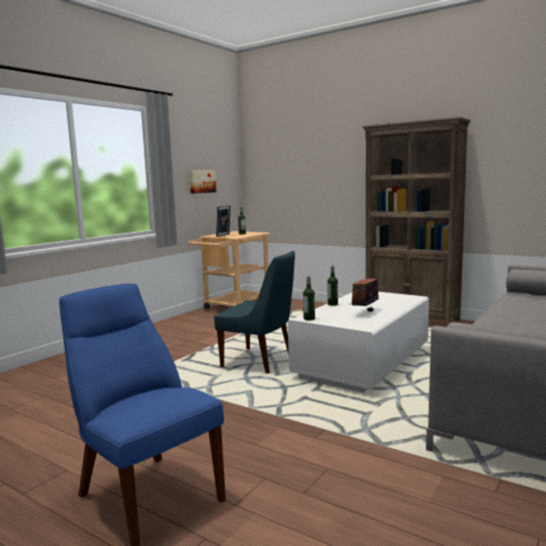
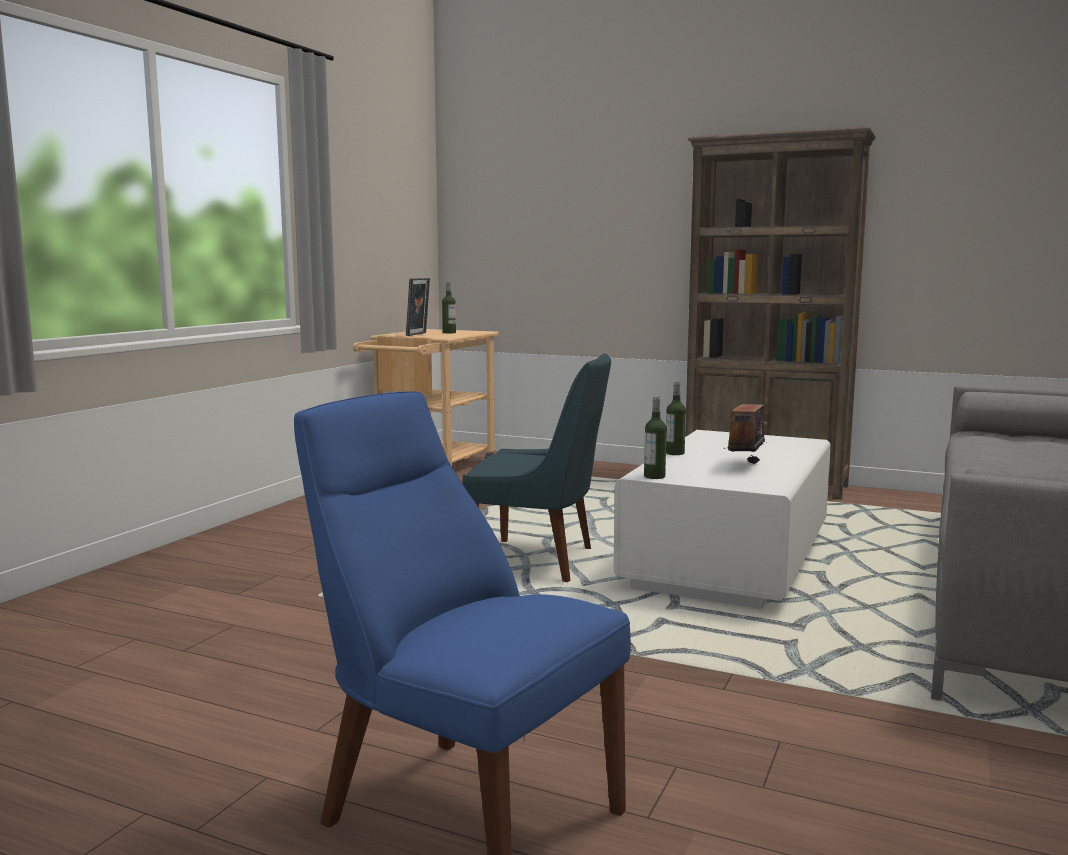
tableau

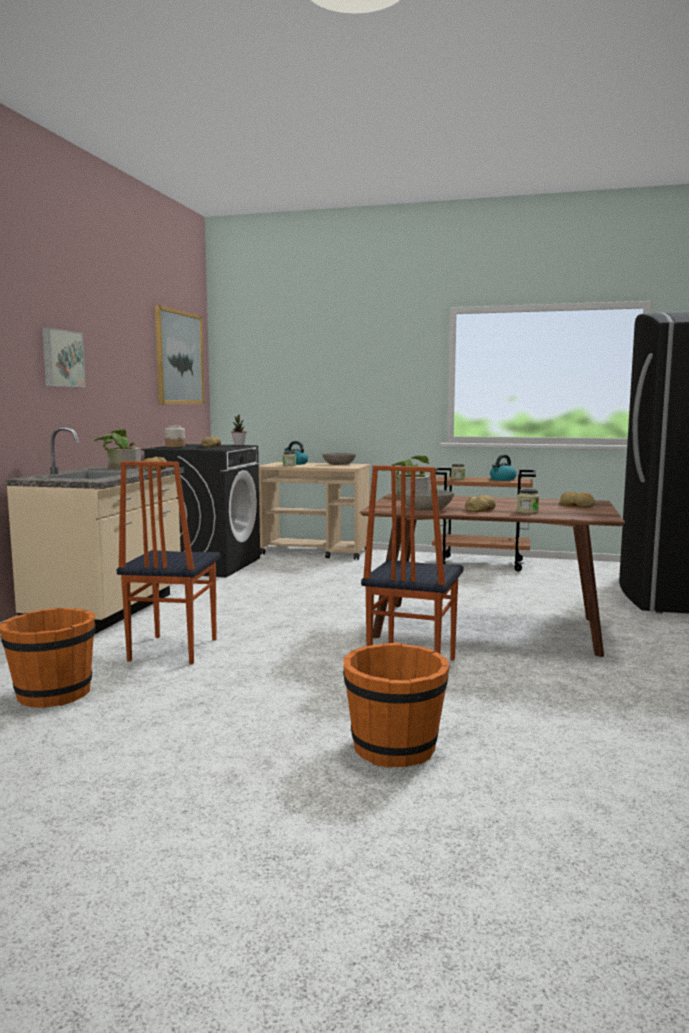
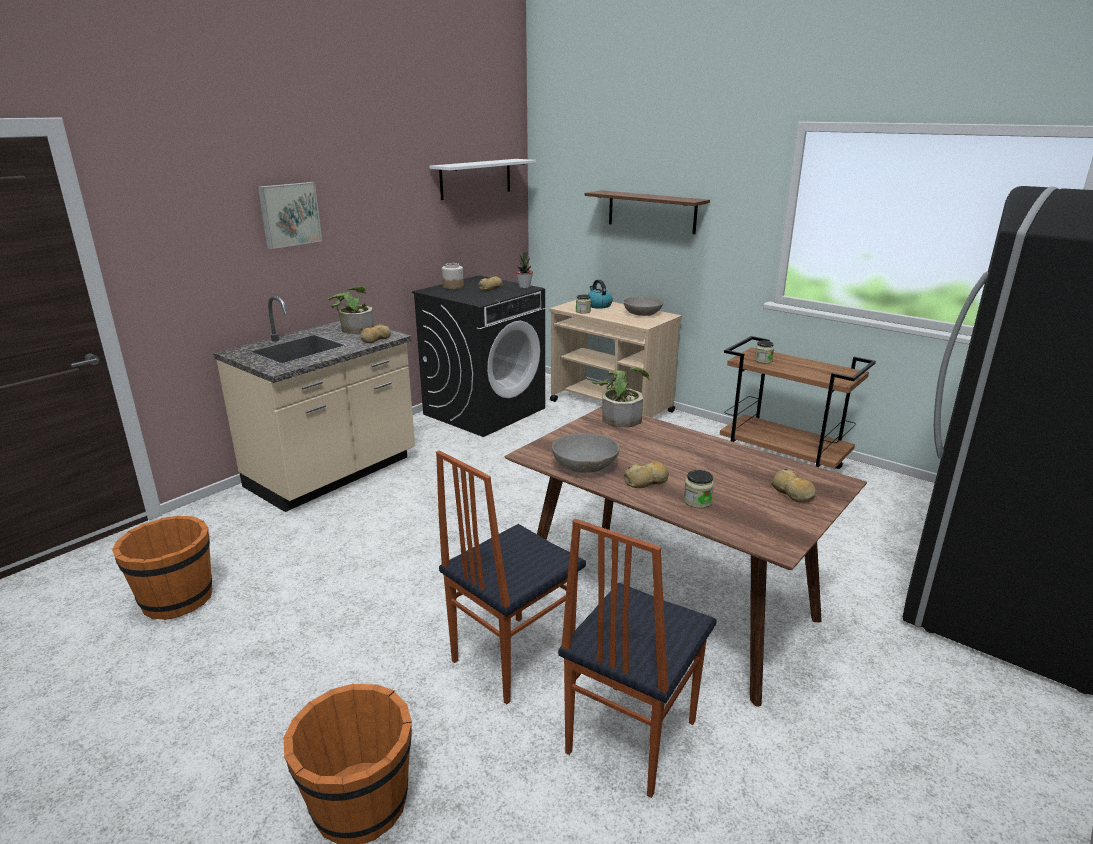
chaise (no. 2 from left)
étagère (blanc)
bouilloire (no. 2 from left in the first image)
étagère (marron)

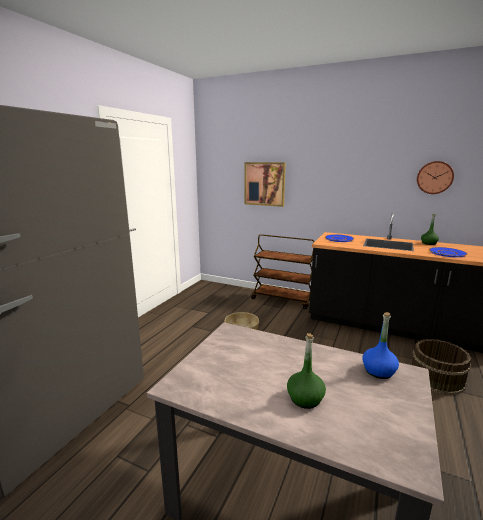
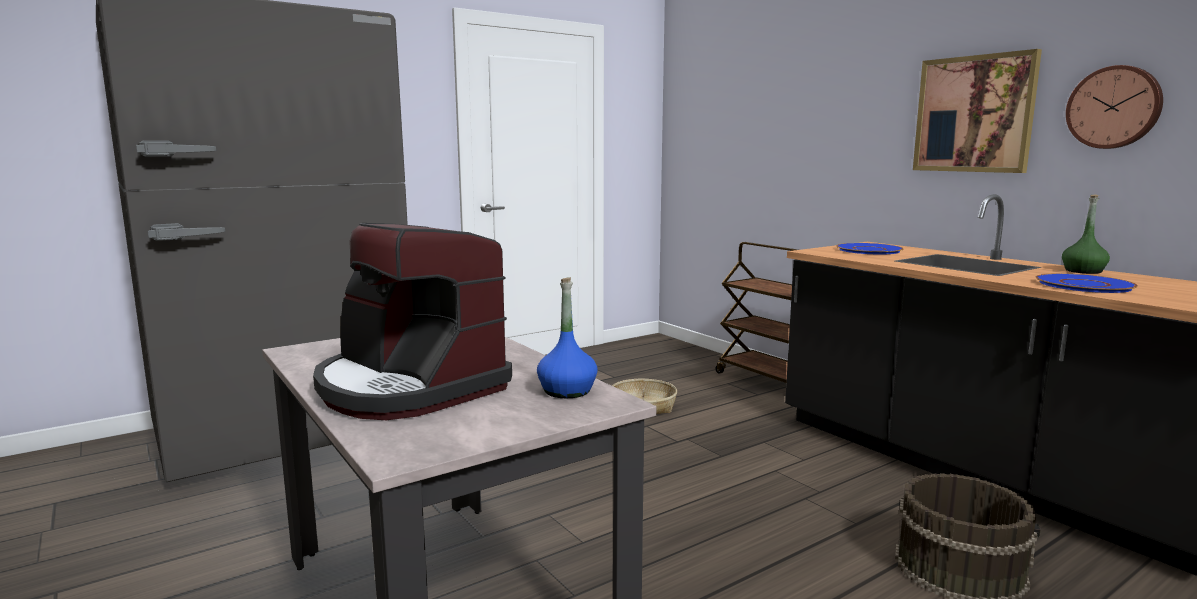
tableau
machine à café

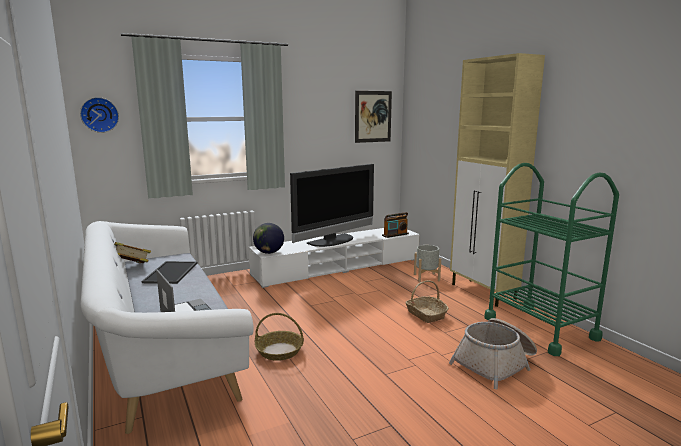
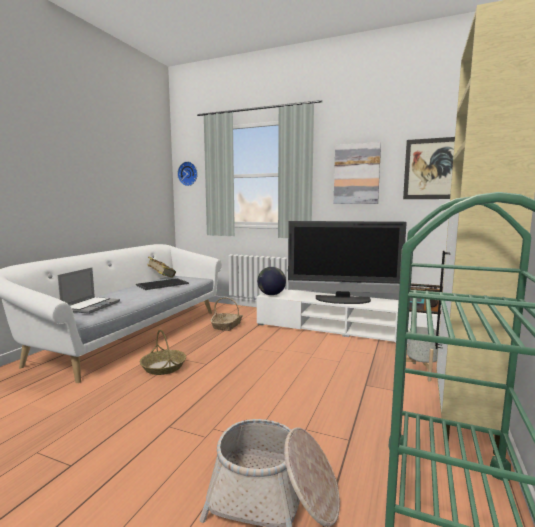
panier (no. 2 from left)
tableau (no. 1 from left)

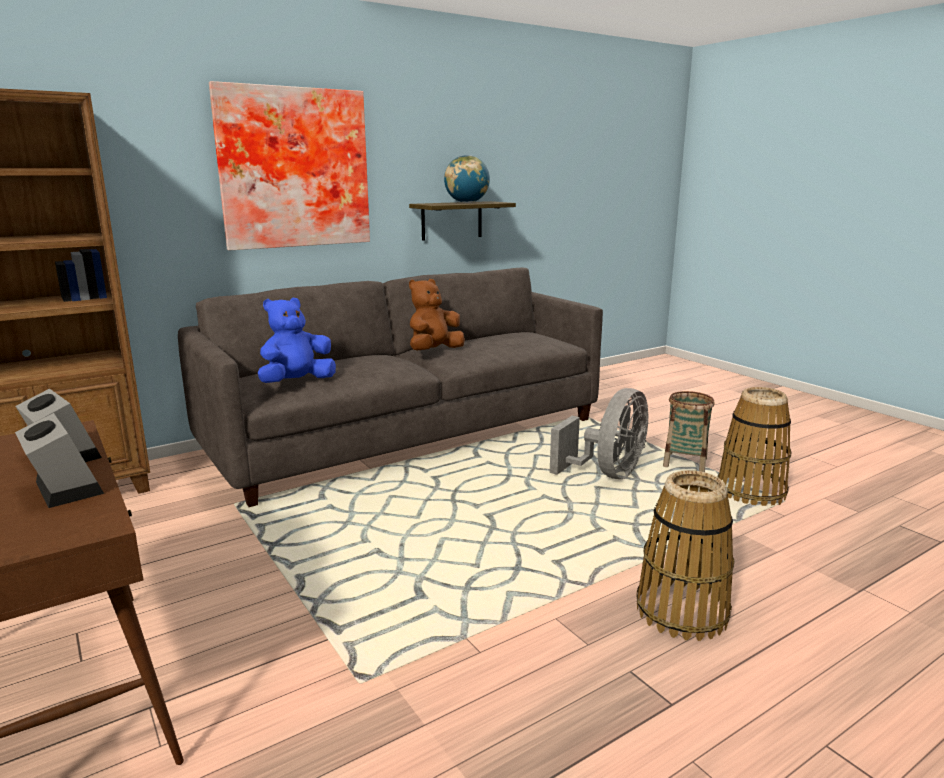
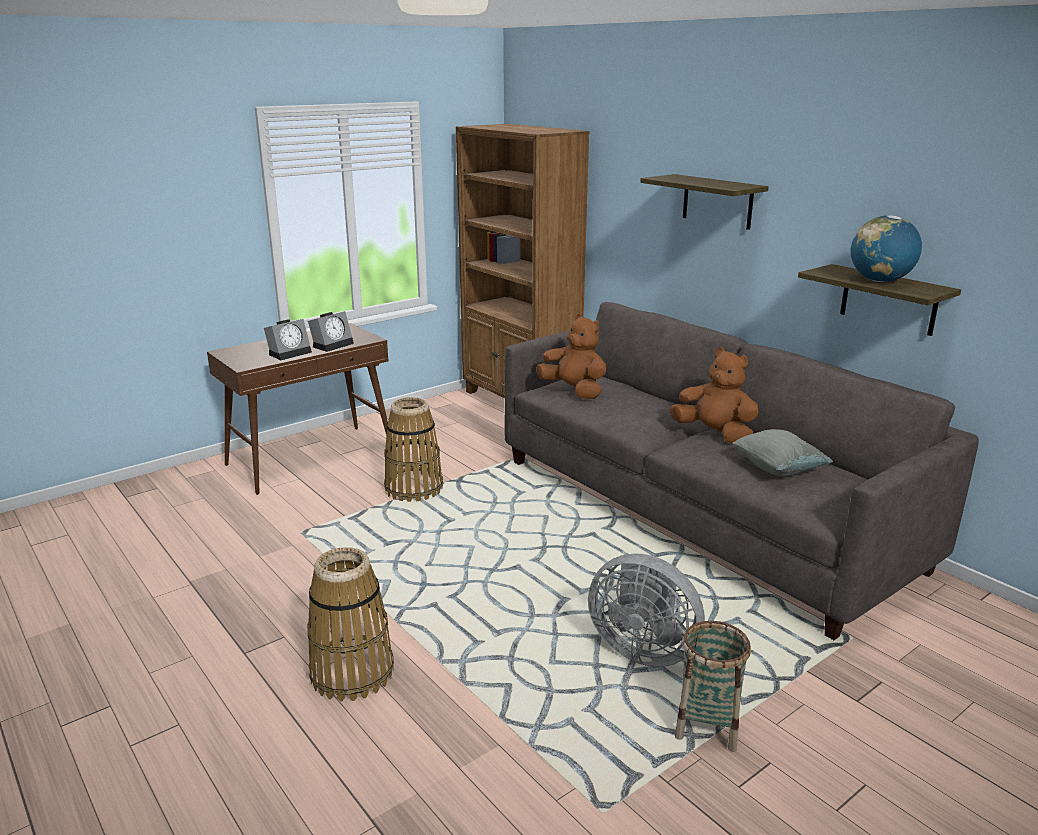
étagère (no. 1 from left)
peluche (marron) (no. 1 from left)
panier (no. 2 from left)
coussin (gris)

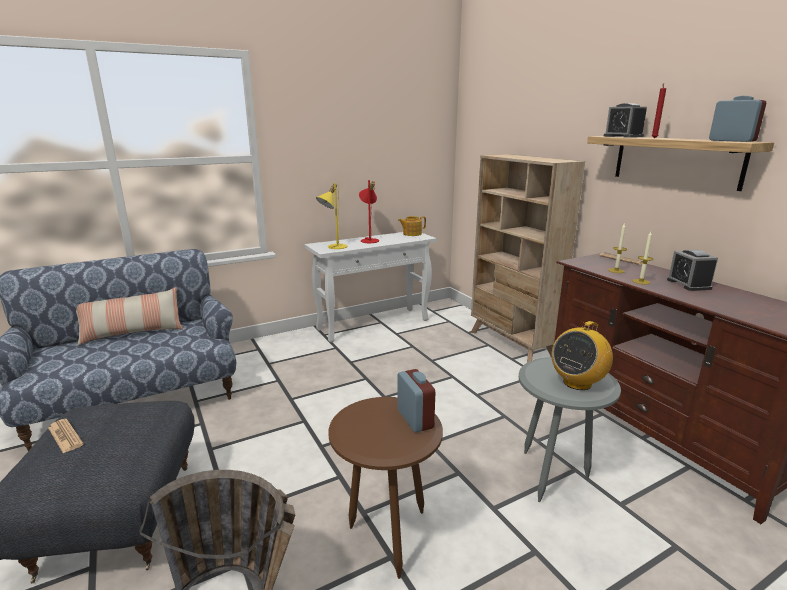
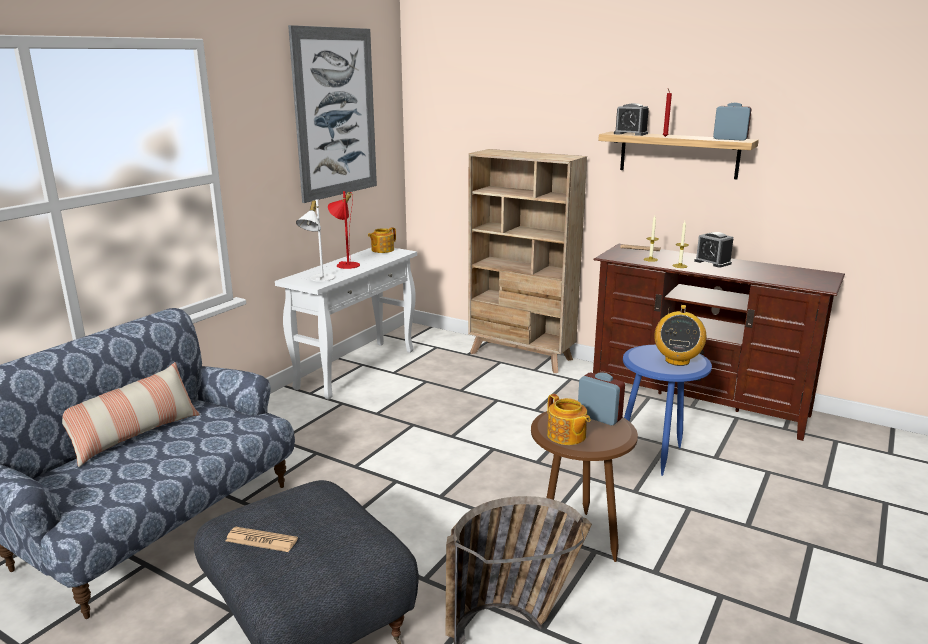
lampe de table (blanc)
table d'appoint (bleu)
tableau
théière (no. 2 from left)

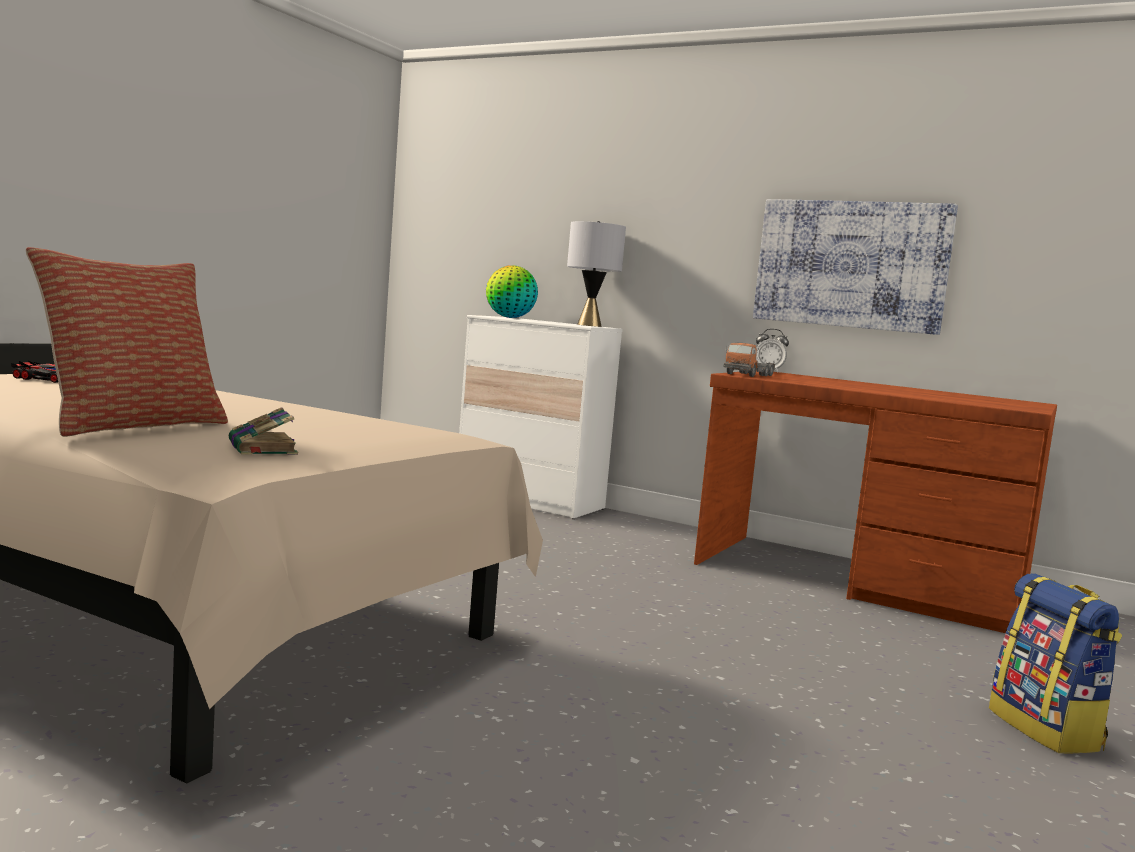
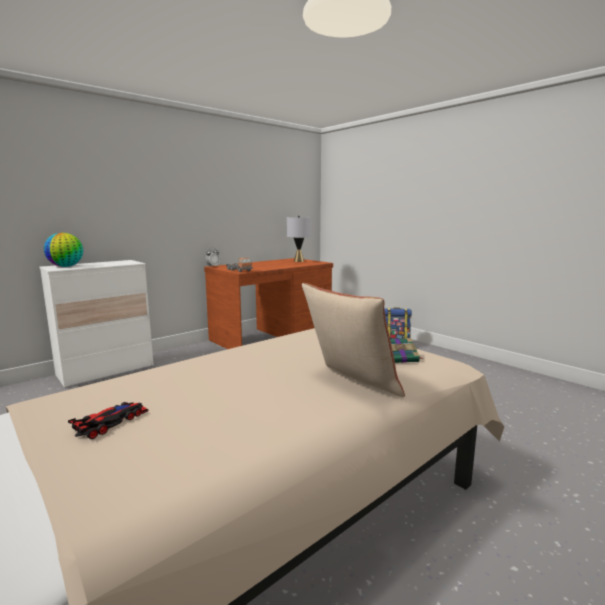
lampe de table (gris)
tableau

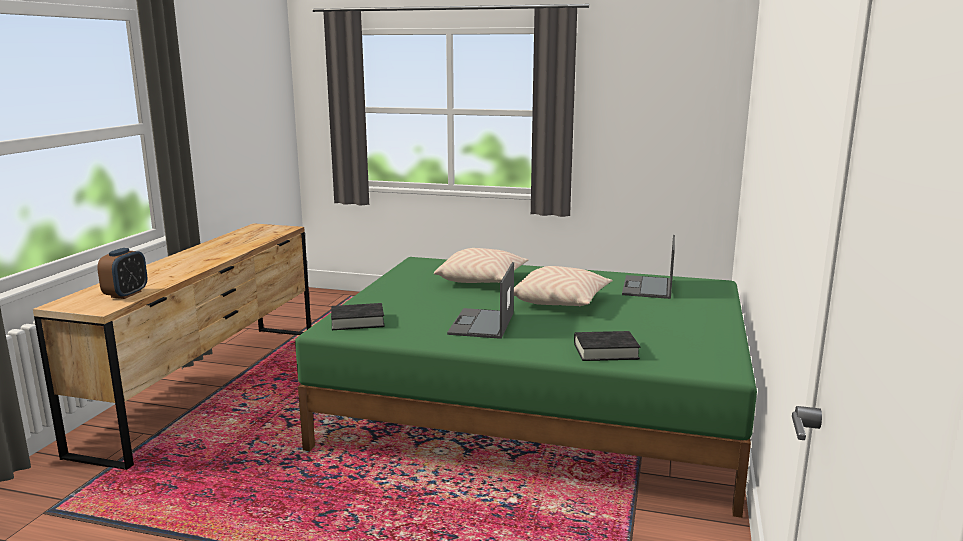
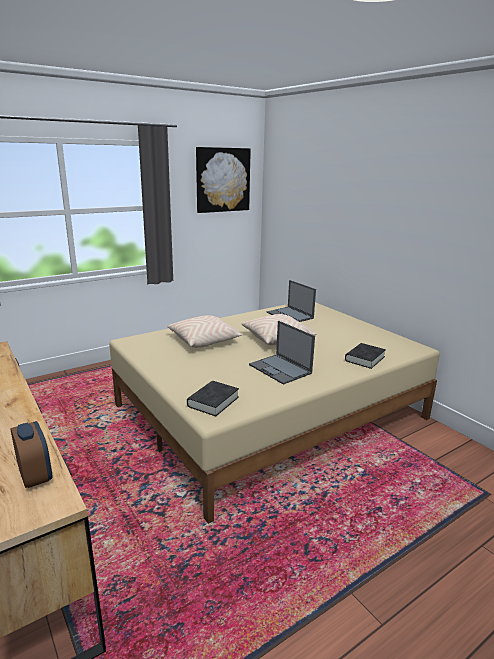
lit (beige)
tableau

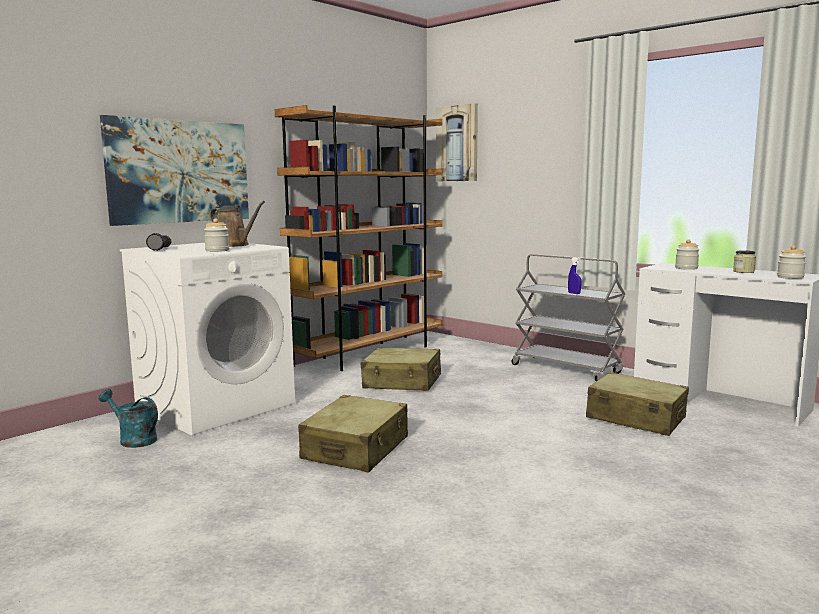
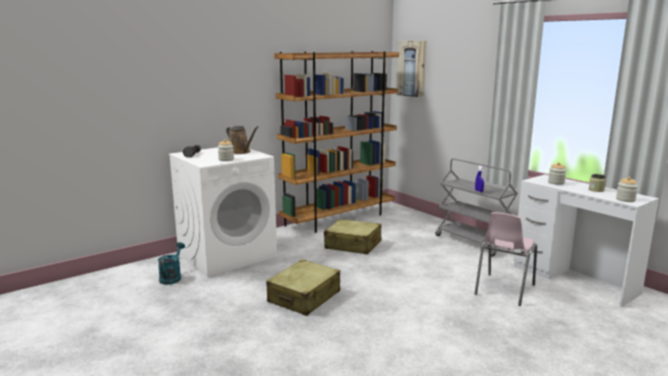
arrosoir (turquoise)
tableau (no. 1 from left in the first image)
chaise (rose)

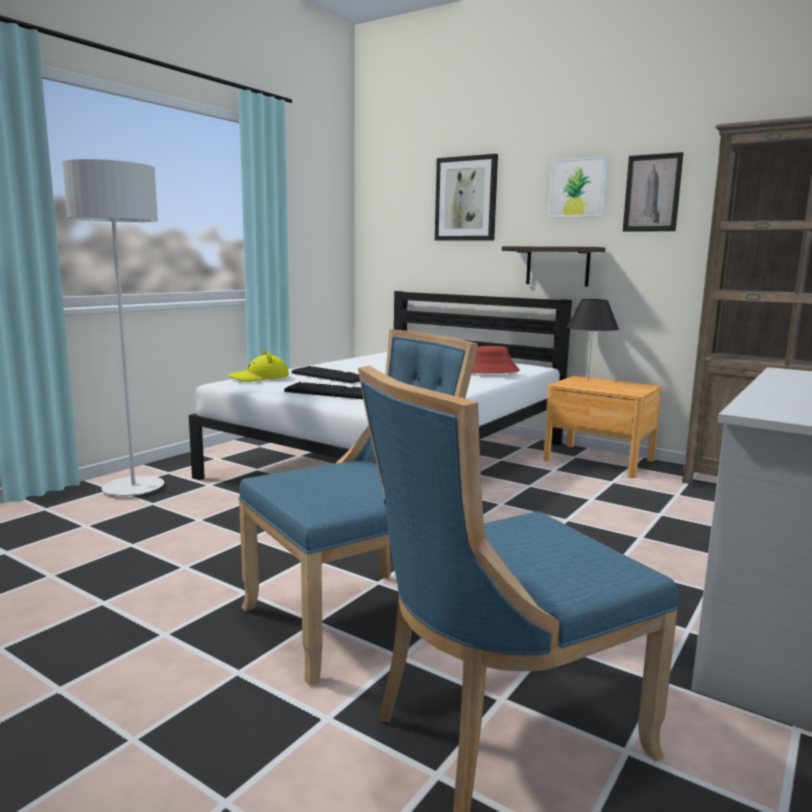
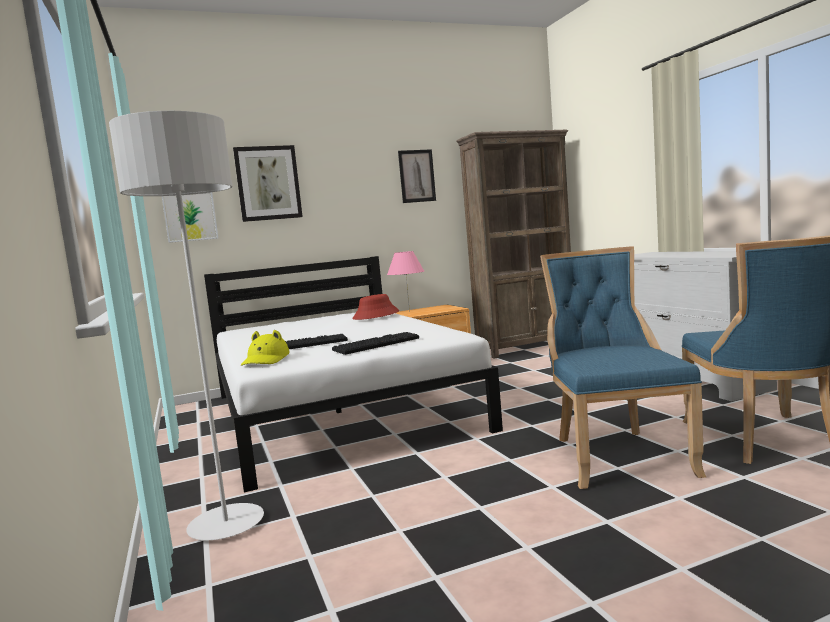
étagère
tableau (no. 1 from left)
lampe de table (rose)

